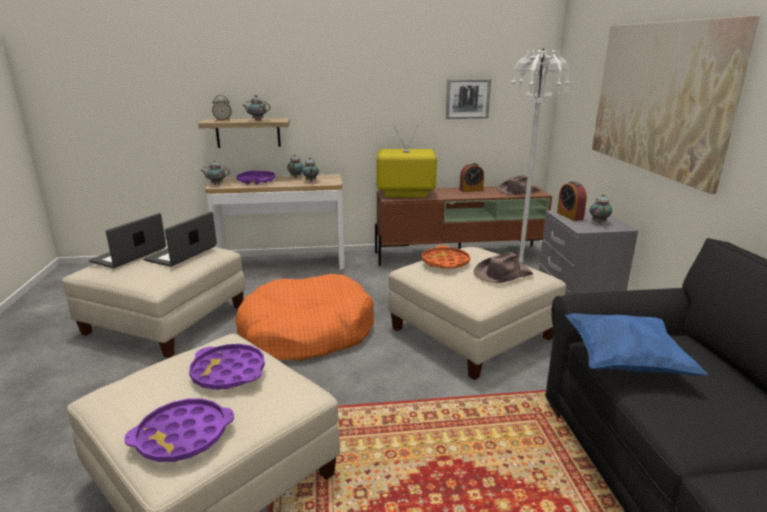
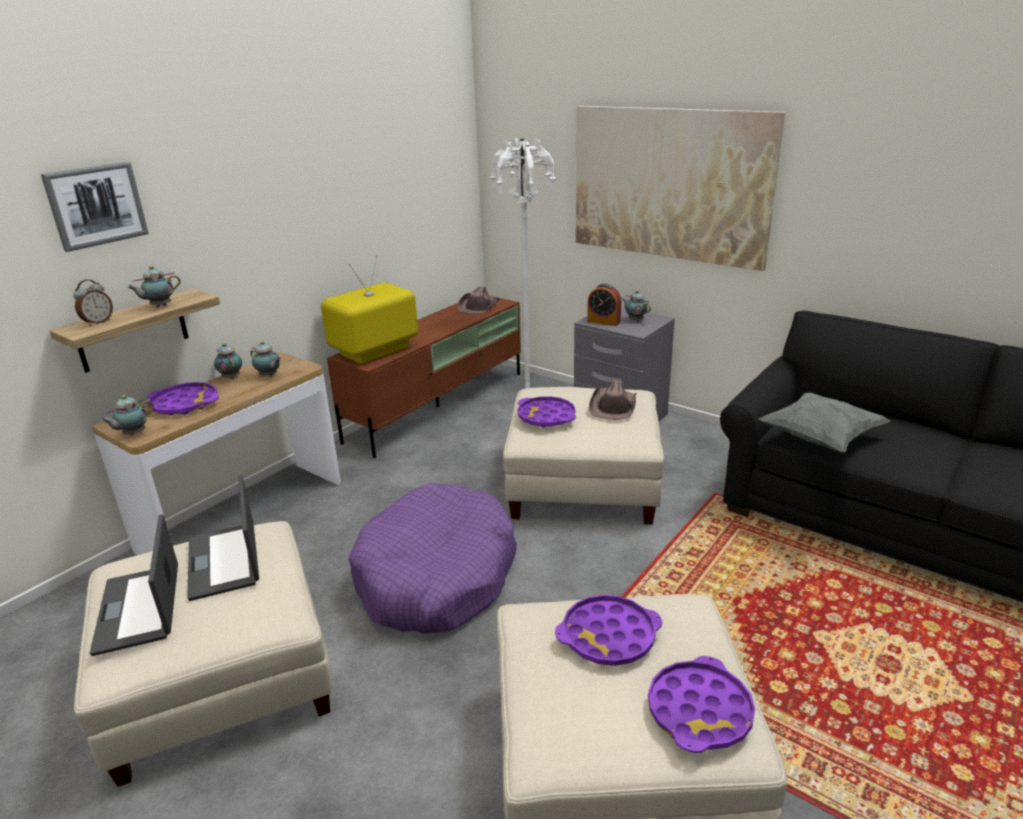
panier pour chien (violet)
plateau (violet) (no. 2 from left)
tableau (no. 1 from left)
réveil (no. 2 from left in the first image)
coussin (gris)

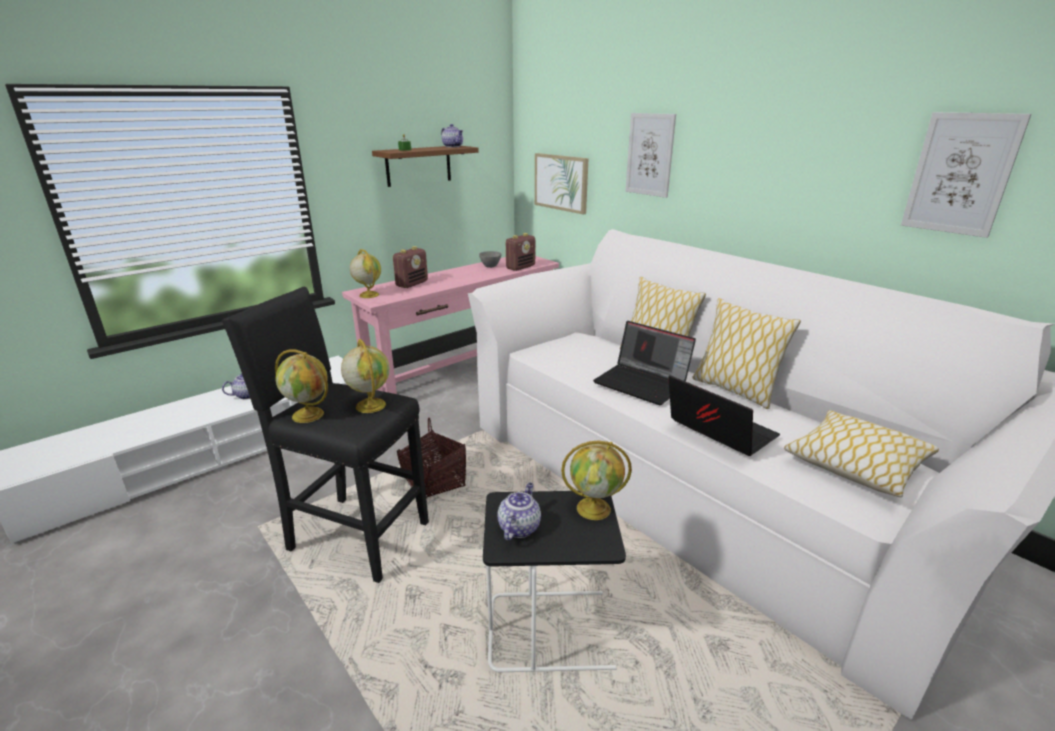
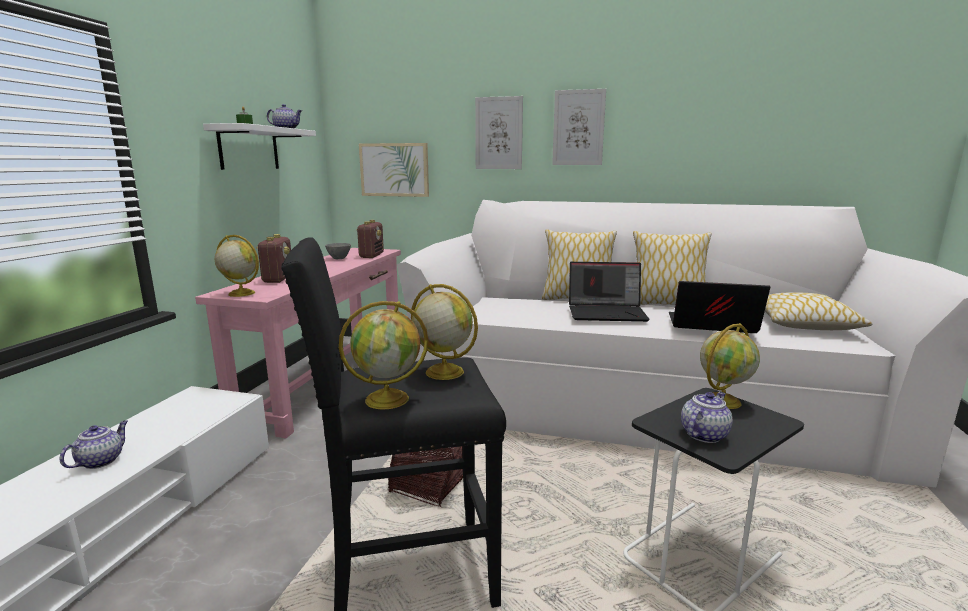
étagère (blanc)
théière (no. 3 from left)
tableau (no. 3 from left)

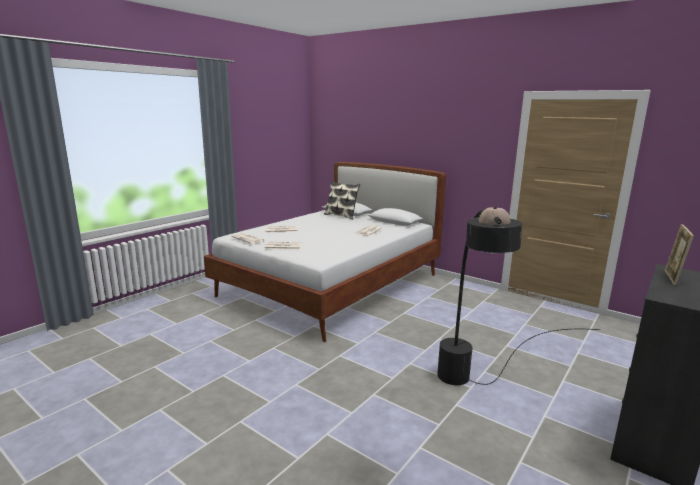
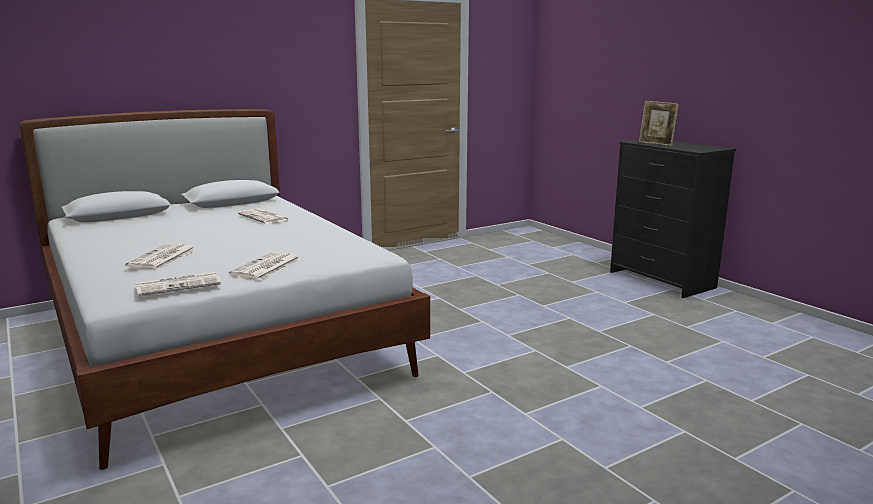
coussin
lampadaire (noir)

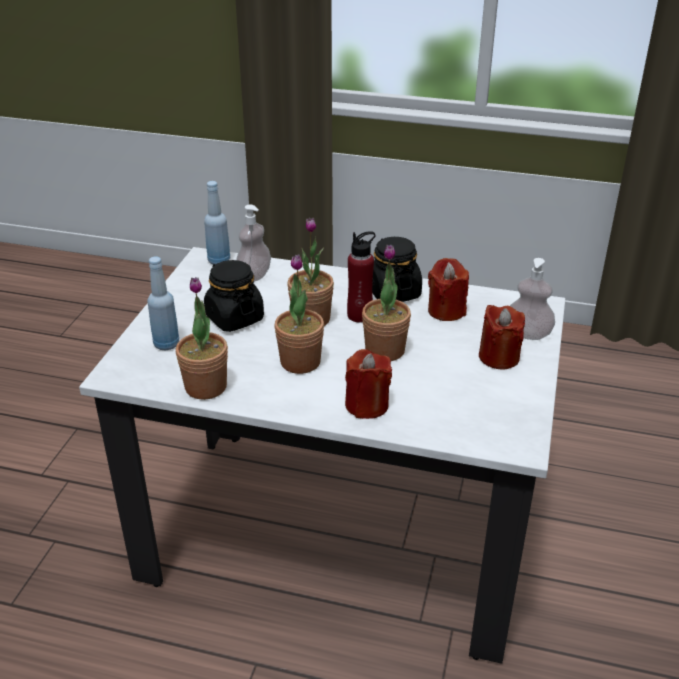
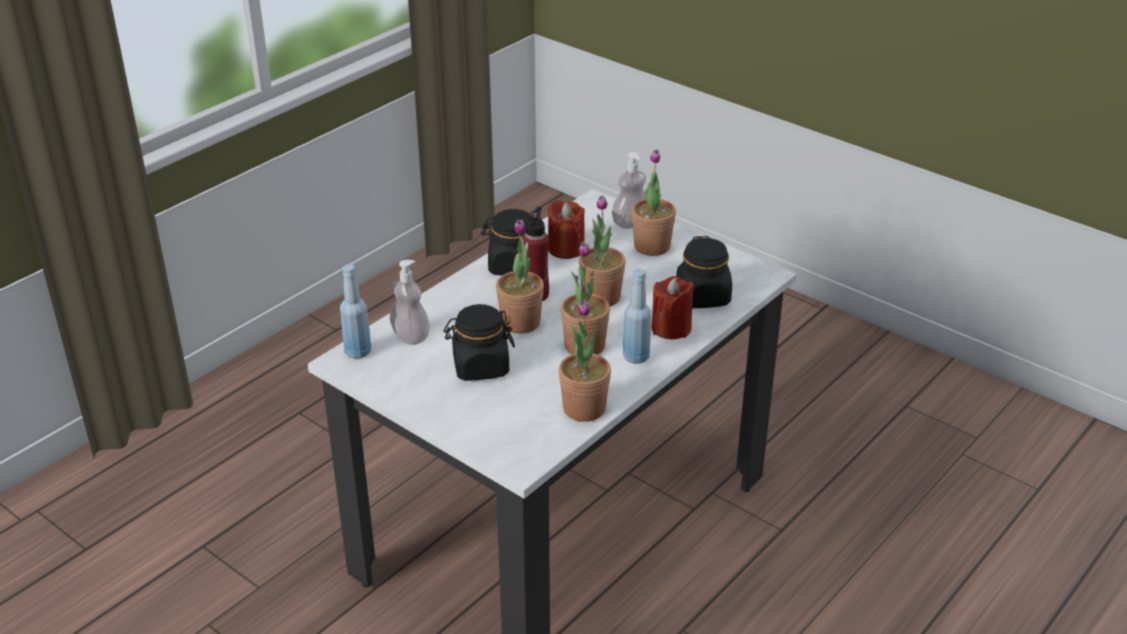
bouteille (bleu) (no. 2 from left)
plante en pot (no. 5 from left)
bocal (noir) (no. 3 from left)

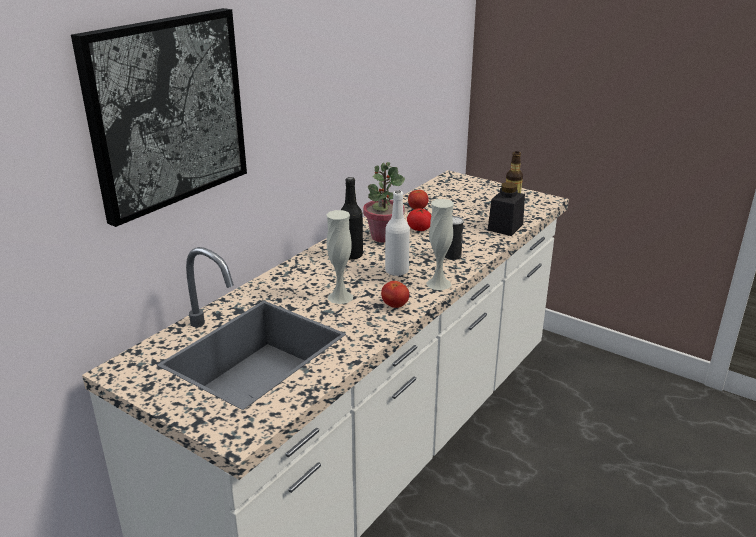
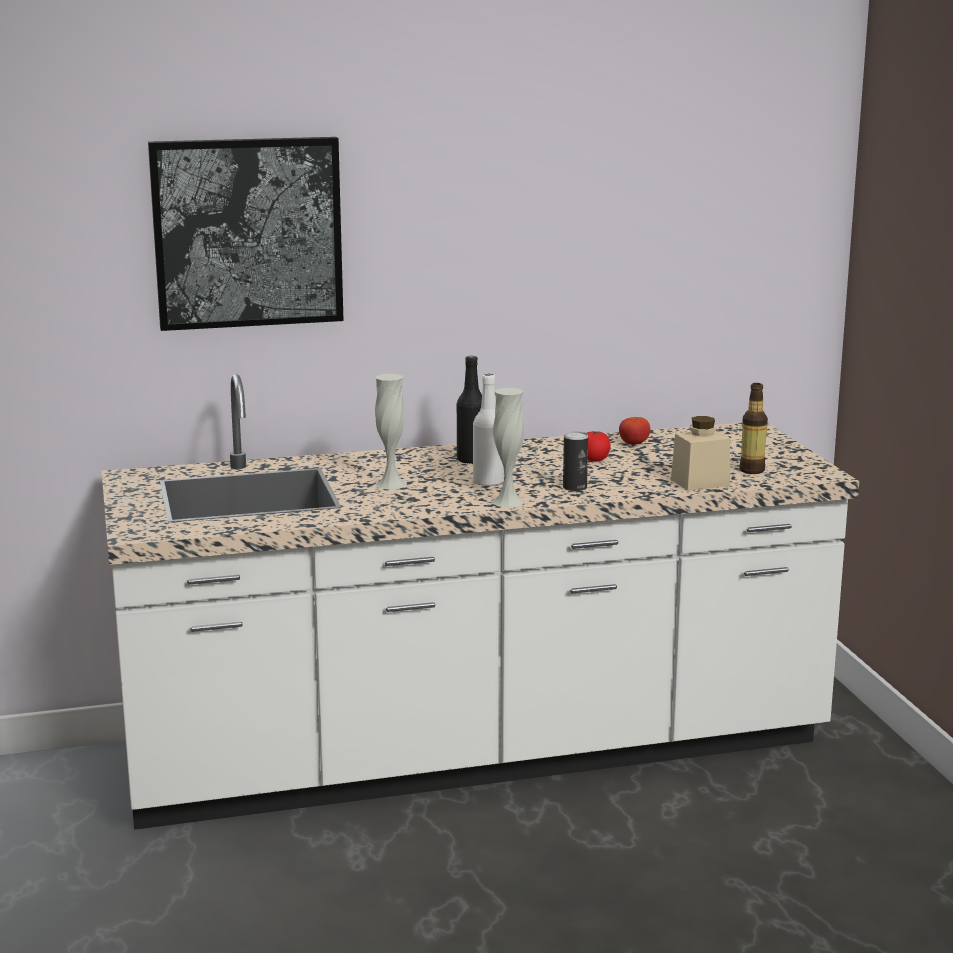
plante en pot
tomate (no. 1 from left in the first image)
bocal (beige)

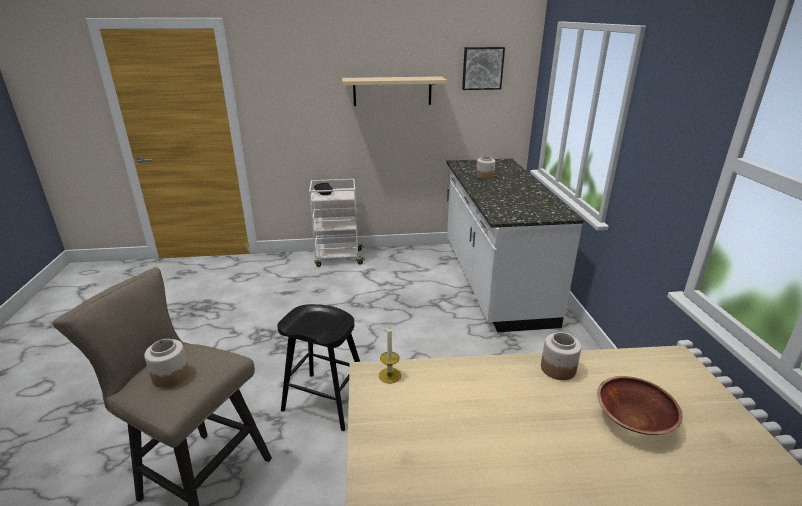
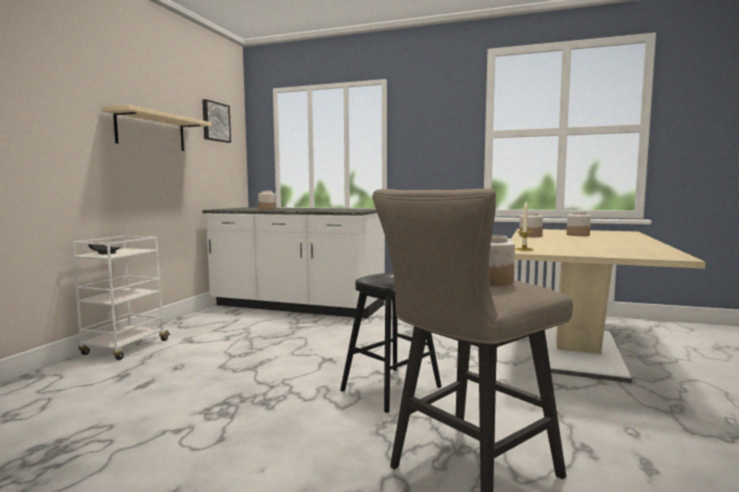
bocal (no. 4 from left)

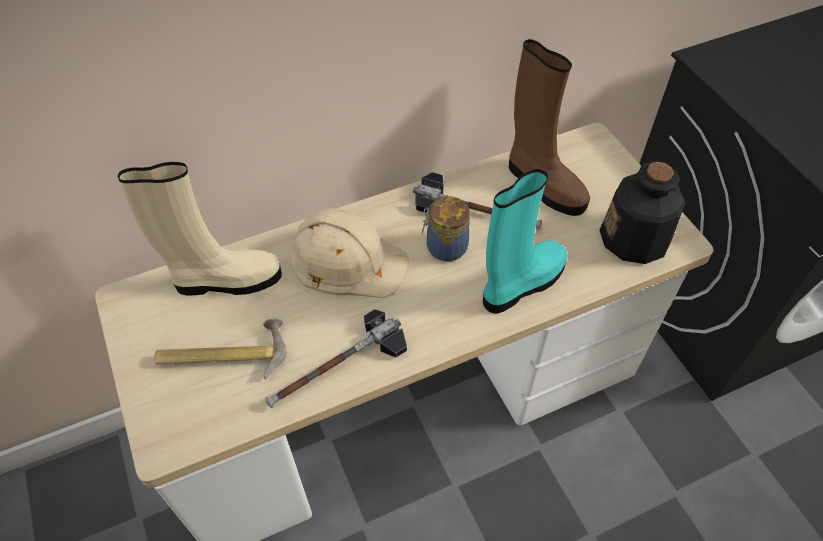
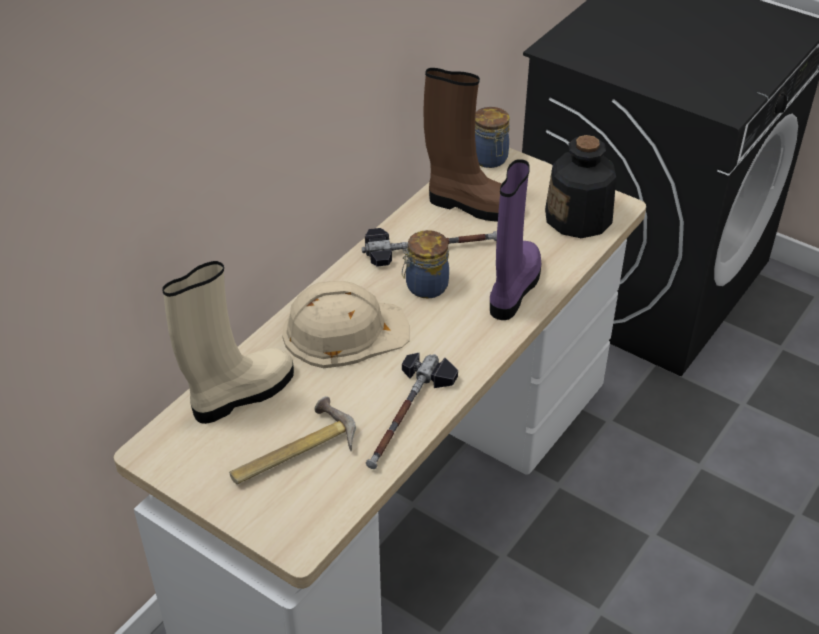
botte (violet)
bocal (no. 2 from left)

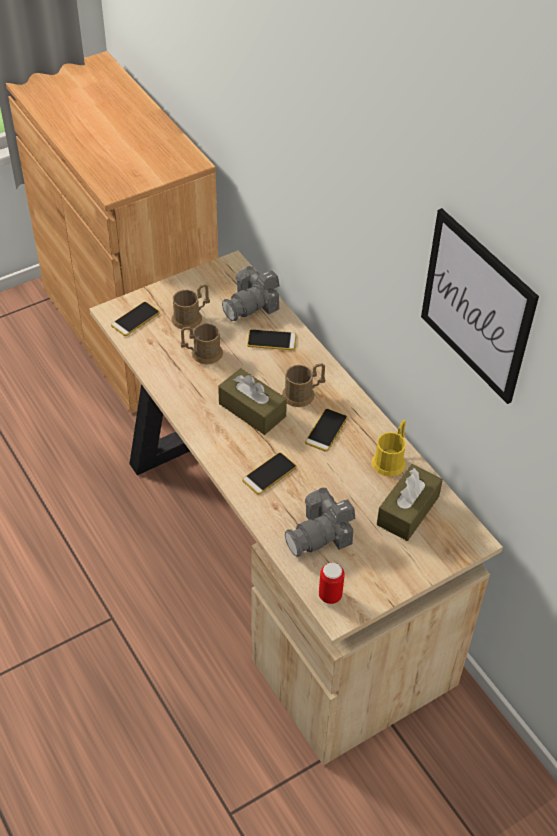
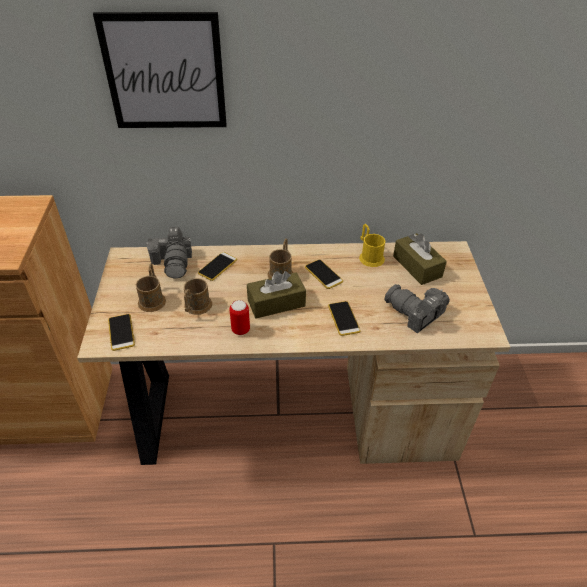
appareil photo (no. 2 from left)
boîte métallique
tableau

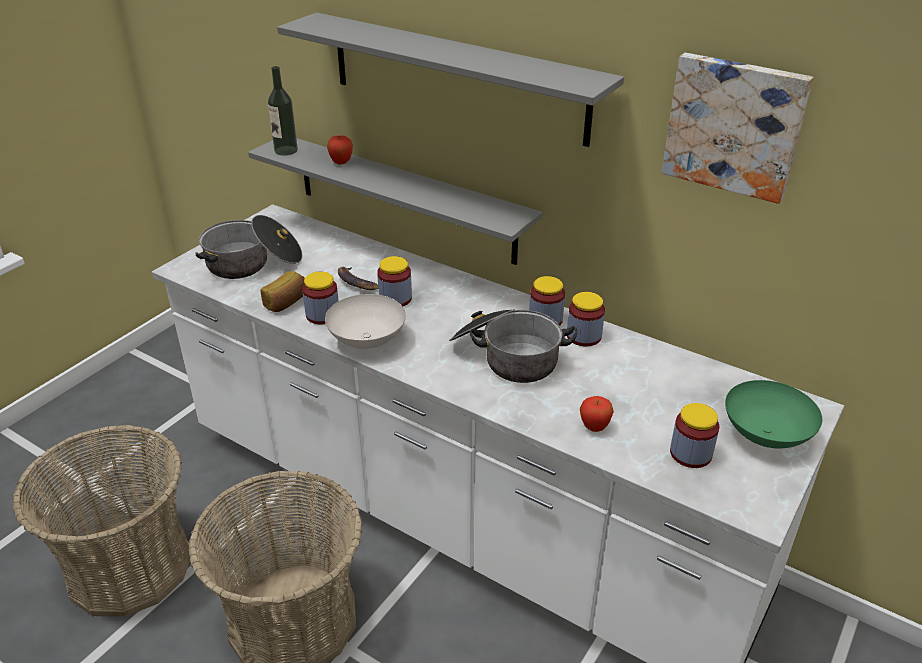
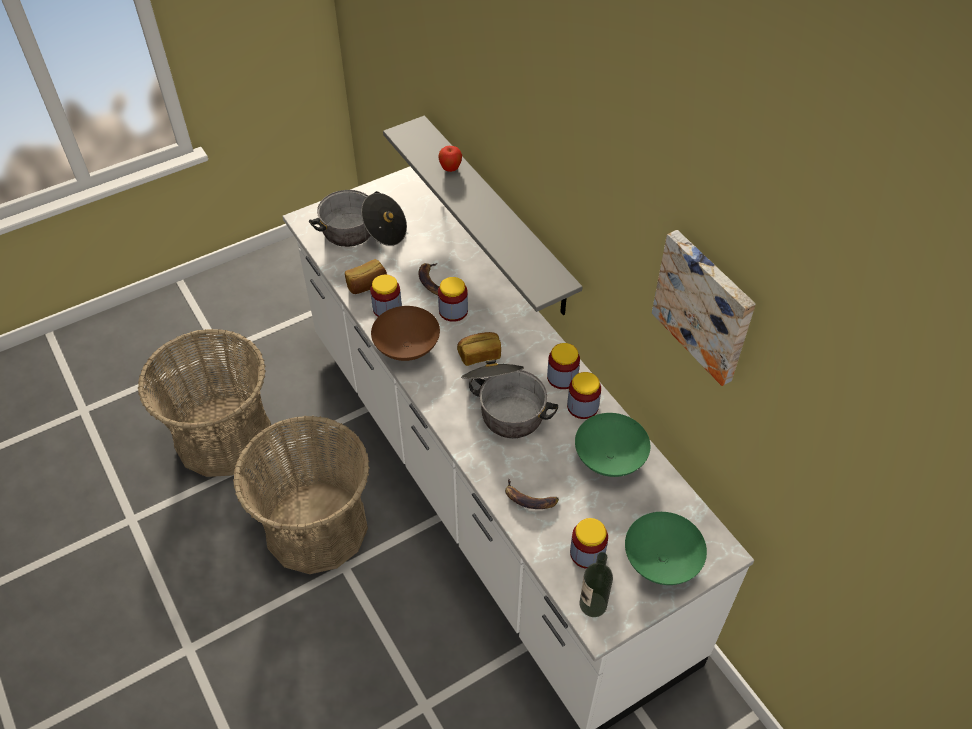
bouteille
étagère (gris) (no. 2 from left in the first image)
bol (marron)
banane (no. 2 from left)
pain (no. 2 from left)
bol (vert) (no. 1 from left)

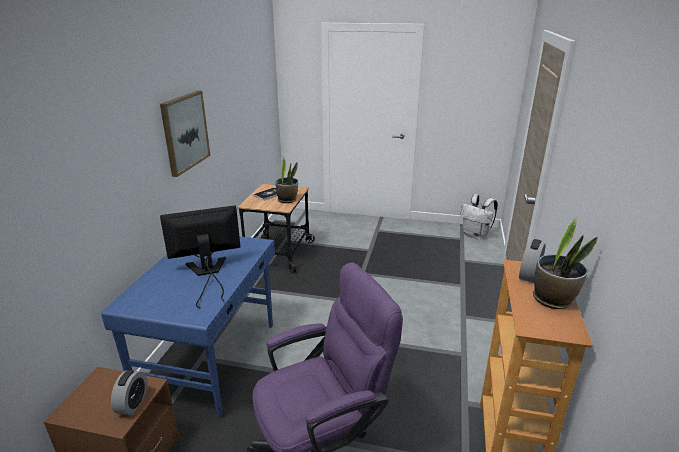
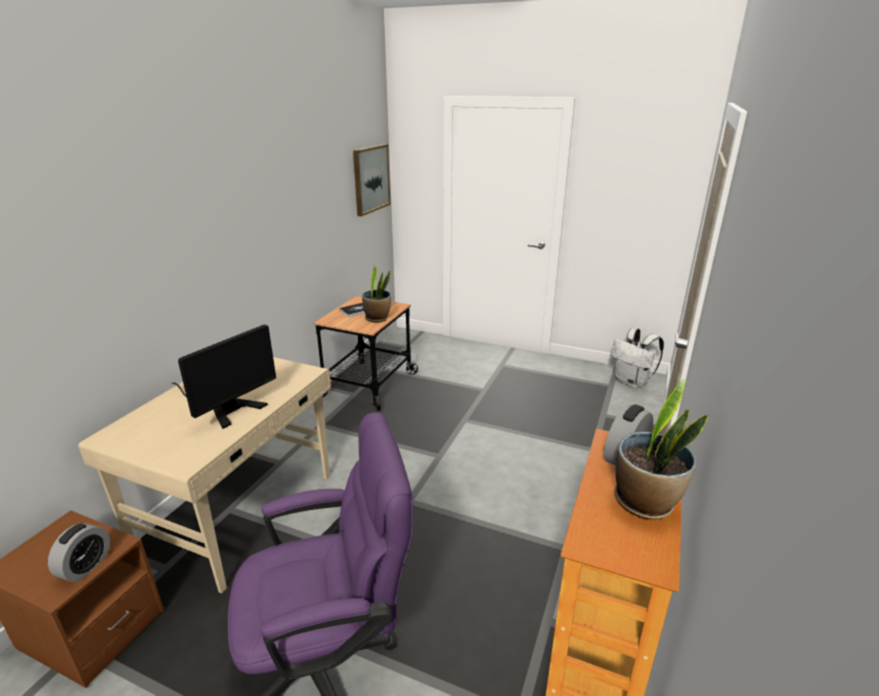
bureau (beige)
tableau
écran d'ordinateur

